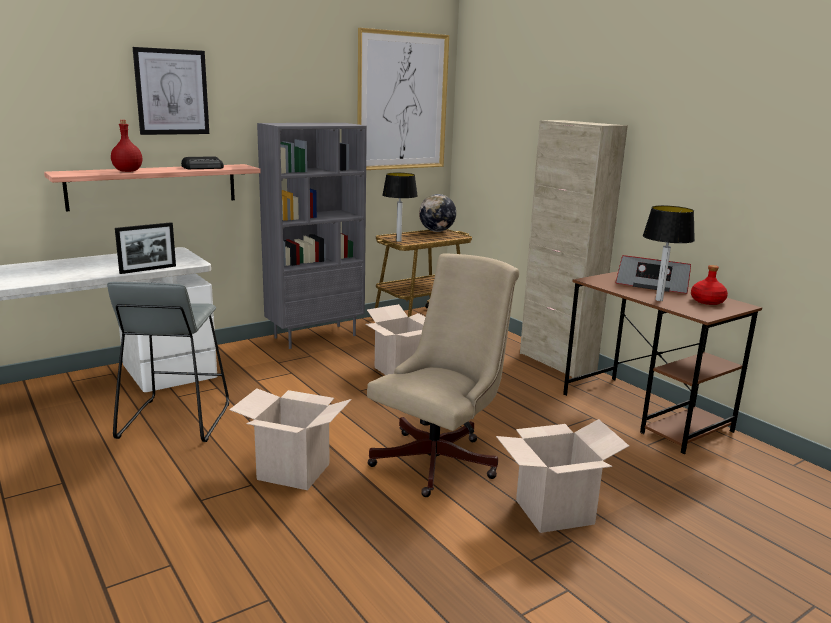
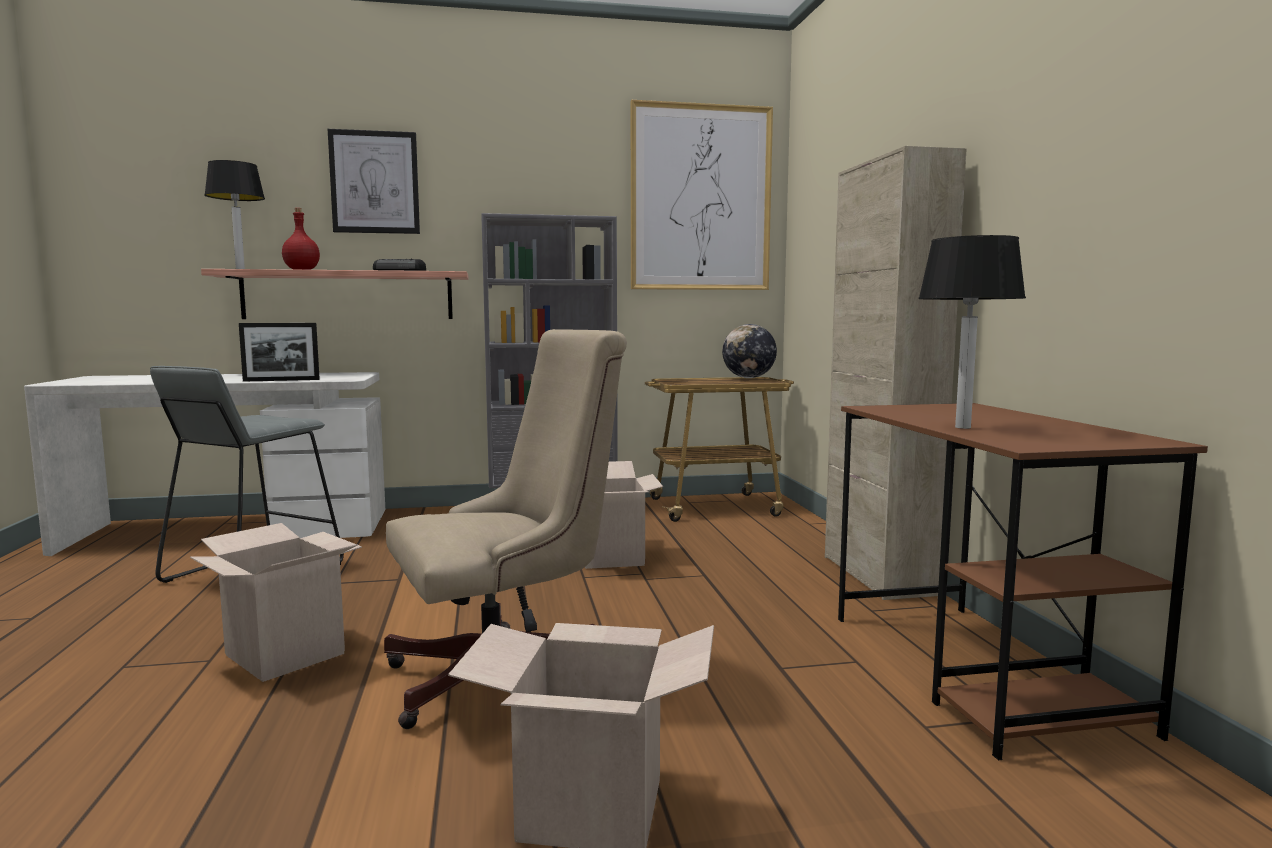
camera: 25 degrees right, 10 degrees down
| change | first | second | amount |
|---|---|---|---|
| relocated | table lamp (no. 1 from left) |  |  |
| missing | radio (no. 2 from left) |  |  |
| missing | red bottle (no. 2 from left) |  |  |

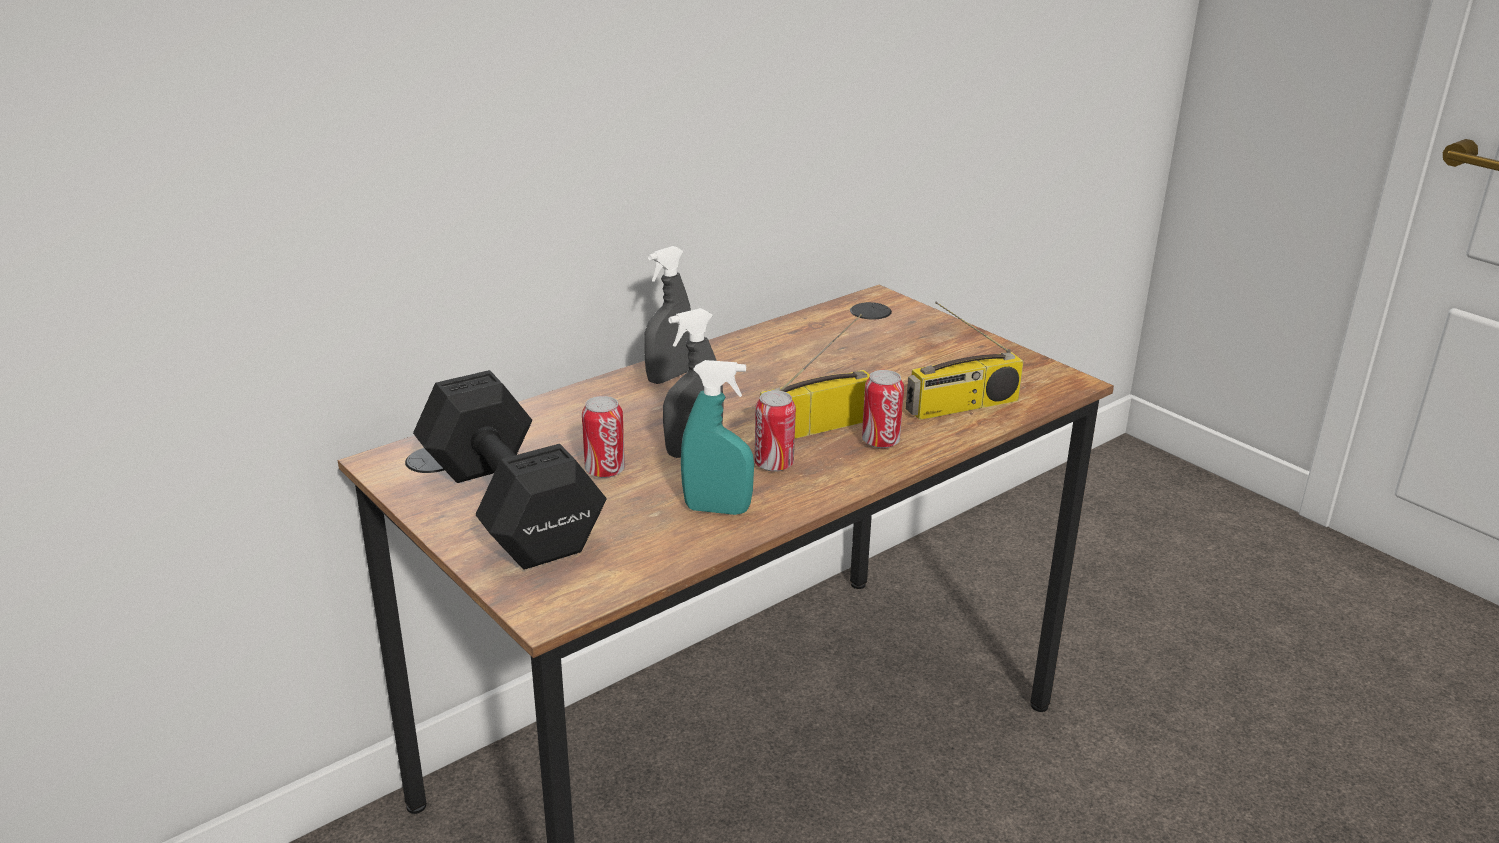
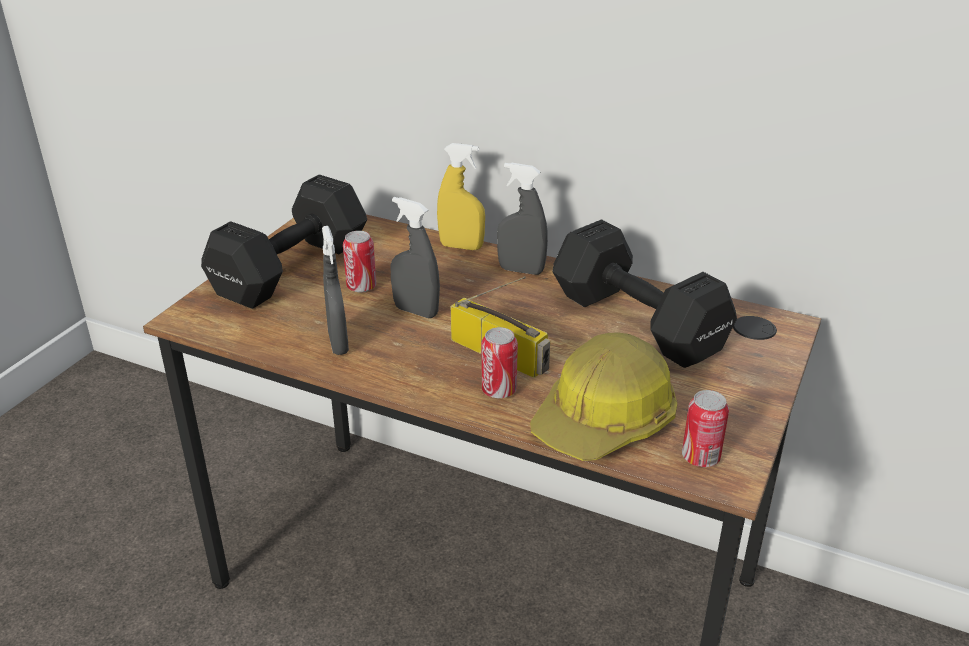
camera: 65 degrees right, 5 degrees up
| change | first | second | amount |
|---|---|---|---|
| colour | turquoise spray bottle | grey spray bottle (no. 1 from left) |  |
| appeared |  | yellow spray bottle |  |
| exchanged | radio (no. 2 from left) | hard hat |  |
| appeared |  | black dumbbell (no. 2 from left) |  |
| relocated | can (no. 2 from left in the first image) | can (no. 3 from left) |  |

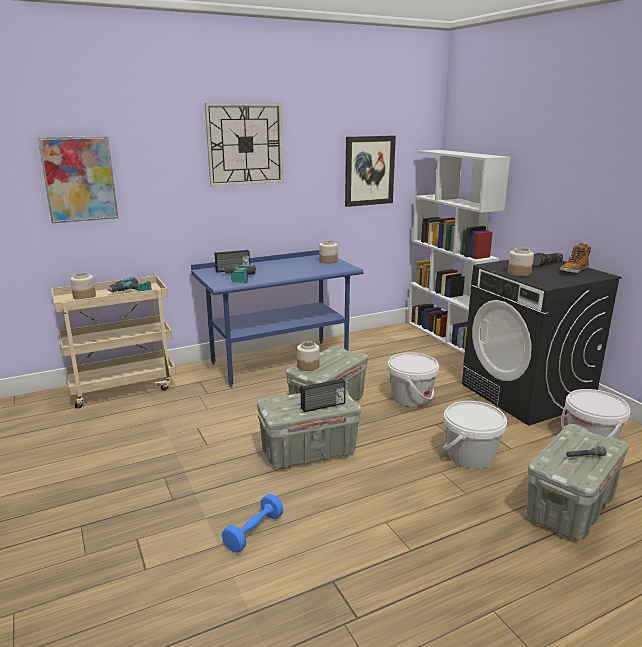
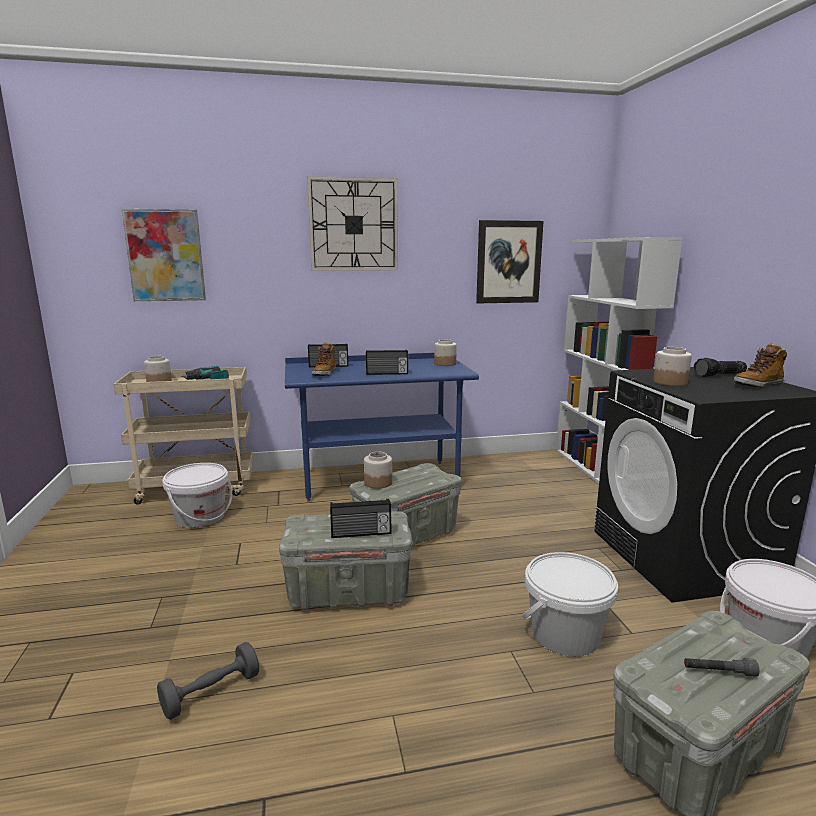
camera: 15 degrees right, 5 degrees down
| change | first | second | amount |
|---|---|---|---|
| colour | blue dumbbell | grey dumbbell |  |
| relocated | white bucket (no. 1 from left) |  |  |
| exchanged | power drill (no. 2 from left) | boot (no. 1 from left) |  |
| appeared |  | radio (no. 3 from left) |  |

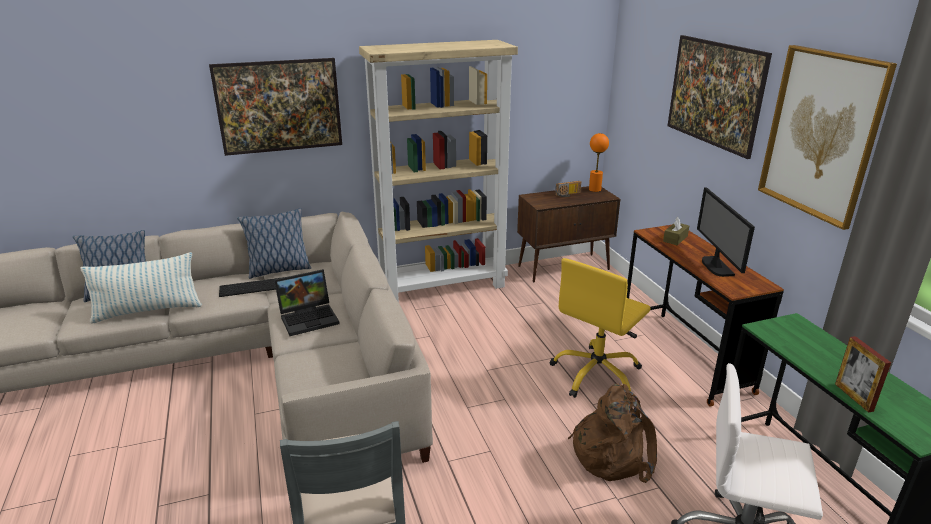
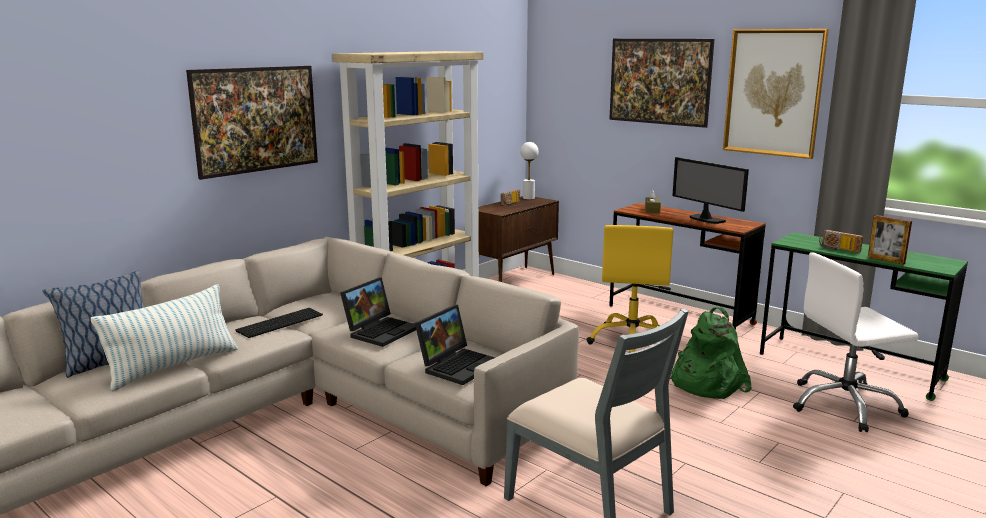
camera: 30 degrees left, 10 degrees down
| change | first | second | amount |
|---|---|---|---|
| appeared |  | laptop (no. 2 from left) |  |
| colour | orange table lamp | white table lamp |  |
| colour | brown backpack | green backpack |  |
| appeared |  | radio (no. 2 from left) |  |
| missing | pillow (no. 3 from left) |  |  |

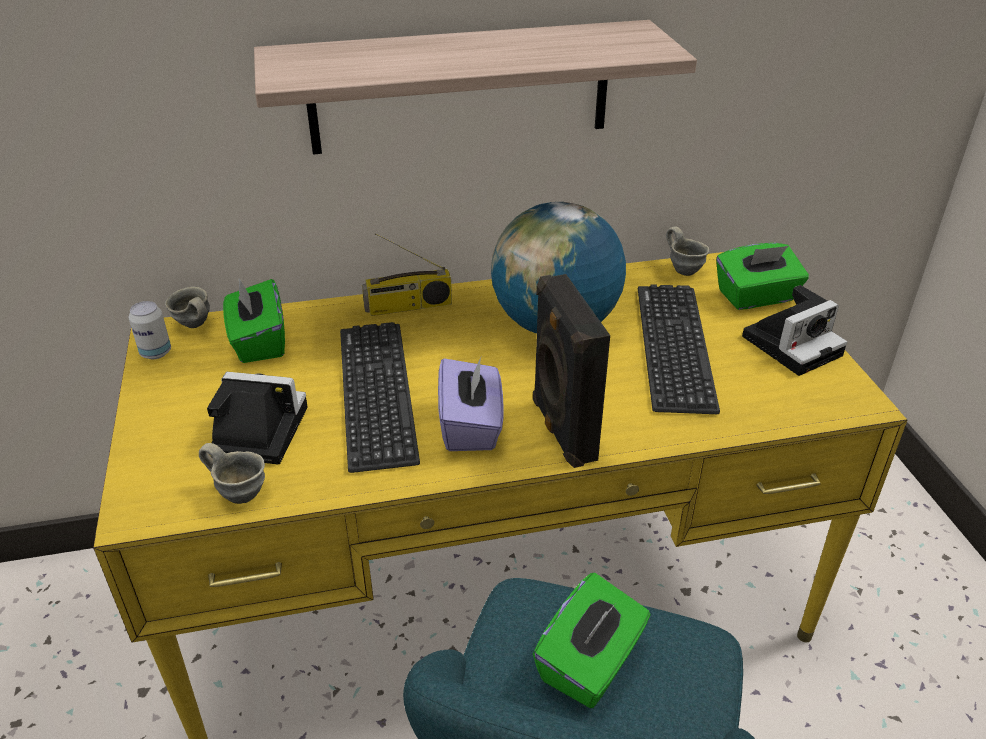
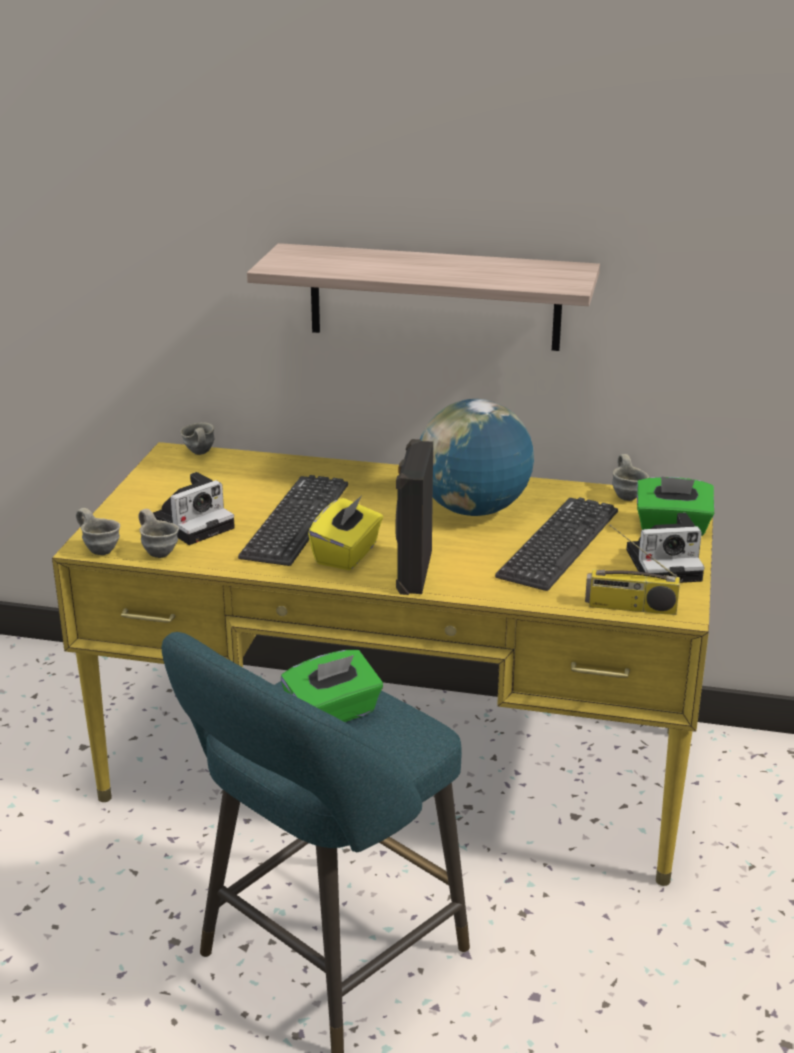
camera: 25 degrees right, 10 degrees down
| change | first | second | amount |
|---|---|---|---|
| appeared |  | grey mug (no. 1 from left) |  |
| spun | photo camera (no. 1 from left) |  | 105 degrees clockwise |
| colour | purple tissue box | yellow tissue box |  |
| relocated | radio |  |  |
| missing | can |  |  |
| missing | green tissue box (no. 1 from left) |  |  |

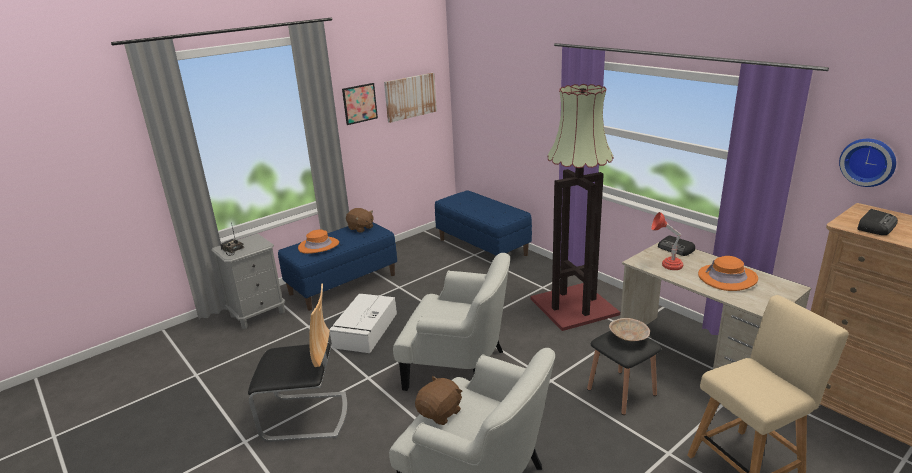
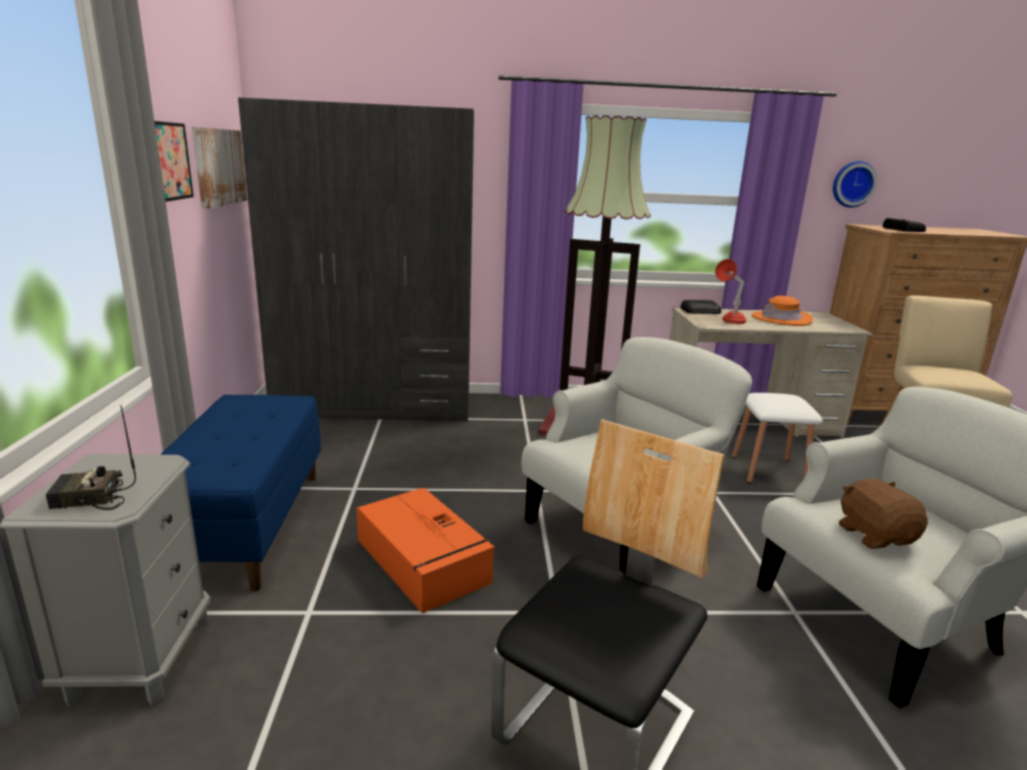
camera: 55 degrees left, 5 degrees down
| change | first | second | amount |
|---|---|---|---|
| exchanged | blue bench (no. 2 from left) | grey wardrobe |  |
| colour | white storage box | orange storage box |  |
| colour | black stool | white stool |  |
| missing | orange hat (no. 1 from left) |  |  |
| missing | brown plush toy (no. 1 from left) |  |  |
| missing | beige bowl |  |  |

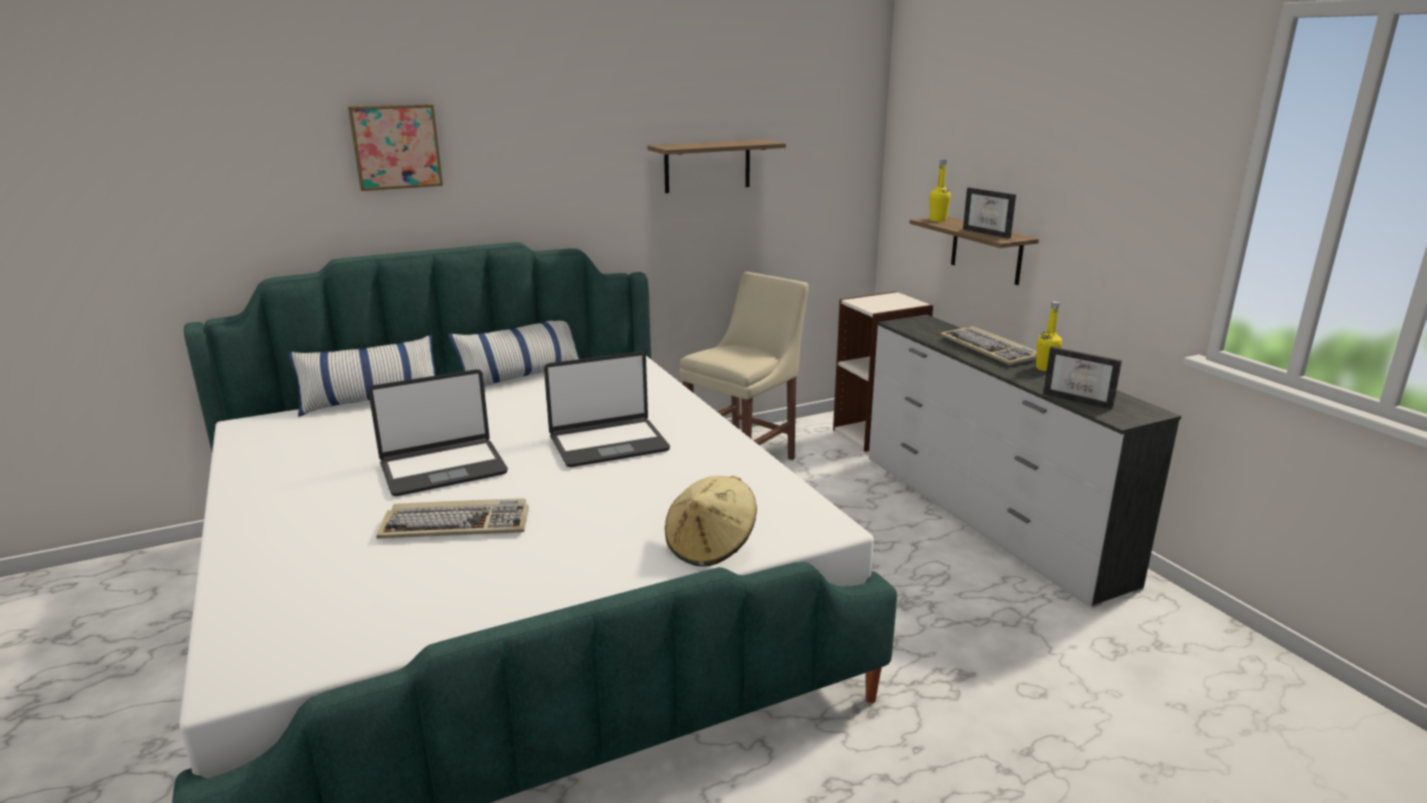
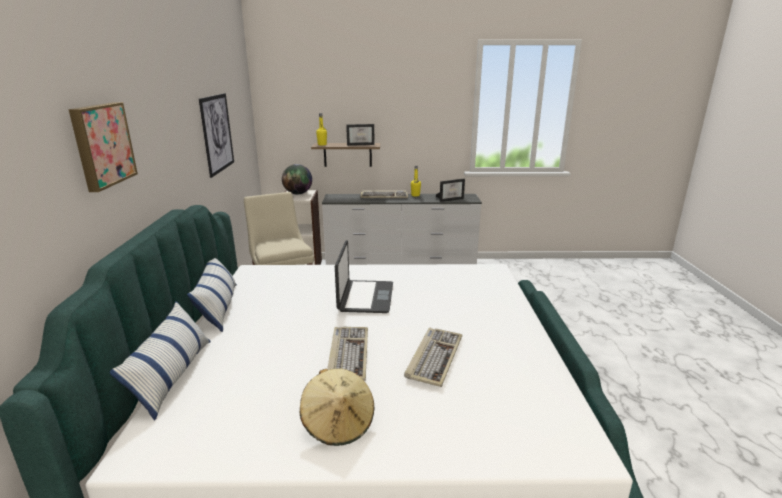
camera: 65 degrees left, 0 degrees up
| change | first | second | amount |
|---|---|---|---|
| exchanged | shelf (no. 1 from left) | picture (no. 2 from left) |  |
| appeared |  | globe |  |
| relocated | beige hat |  |  |
| exchanged | laptop (no. 1 from left) | keyboard (no. 1 from left) |  |

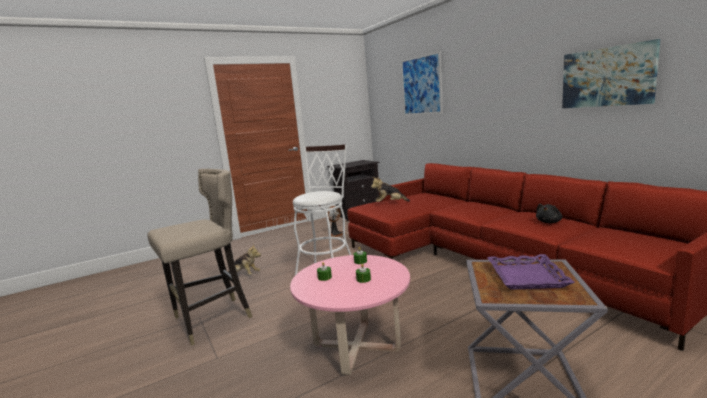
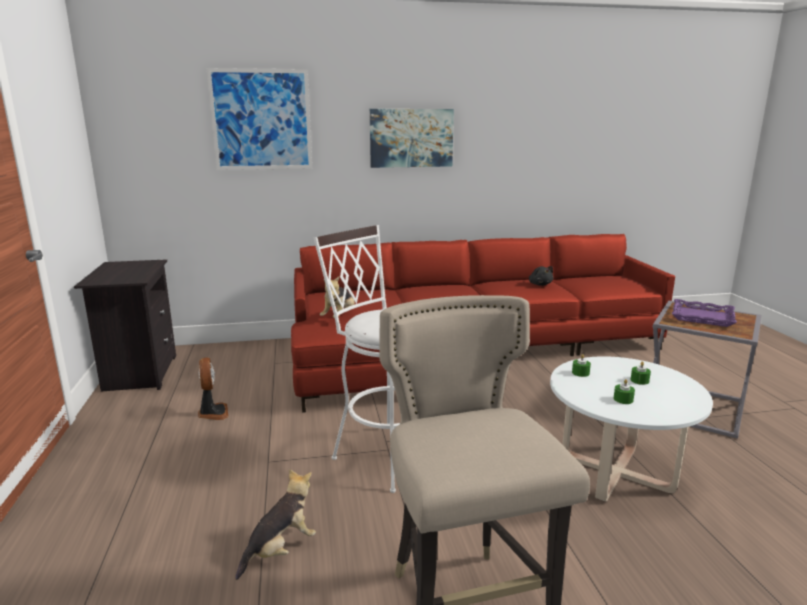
camera: 70 degrees left, 5 degrees up
| change | first | second | amount |
|---|---|---|---|
| relocated | picture (no. 2 from left) |  |  |
| colour | pink coffee table | white coffee table |  |

